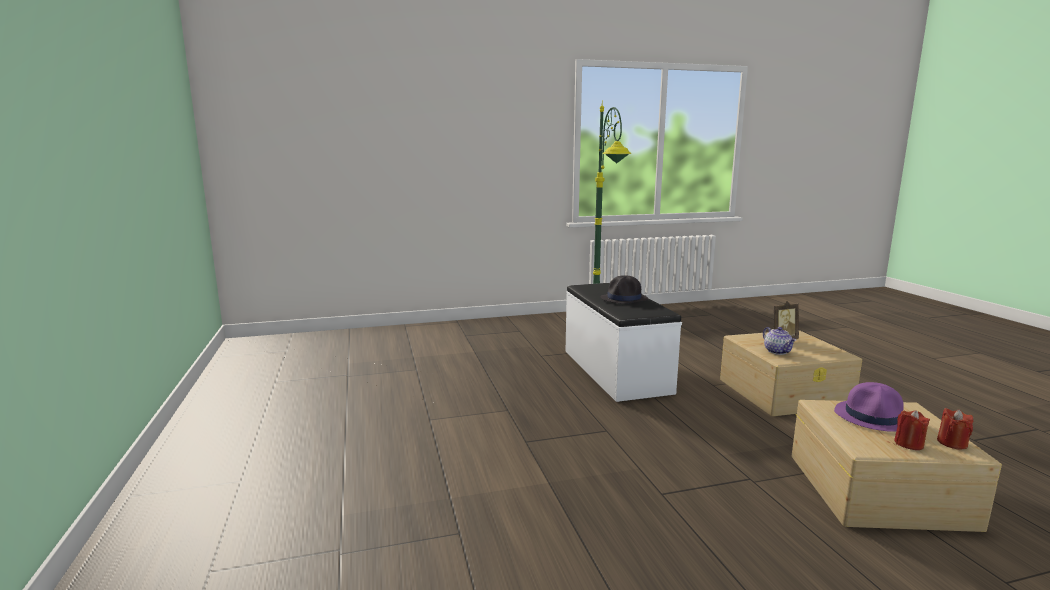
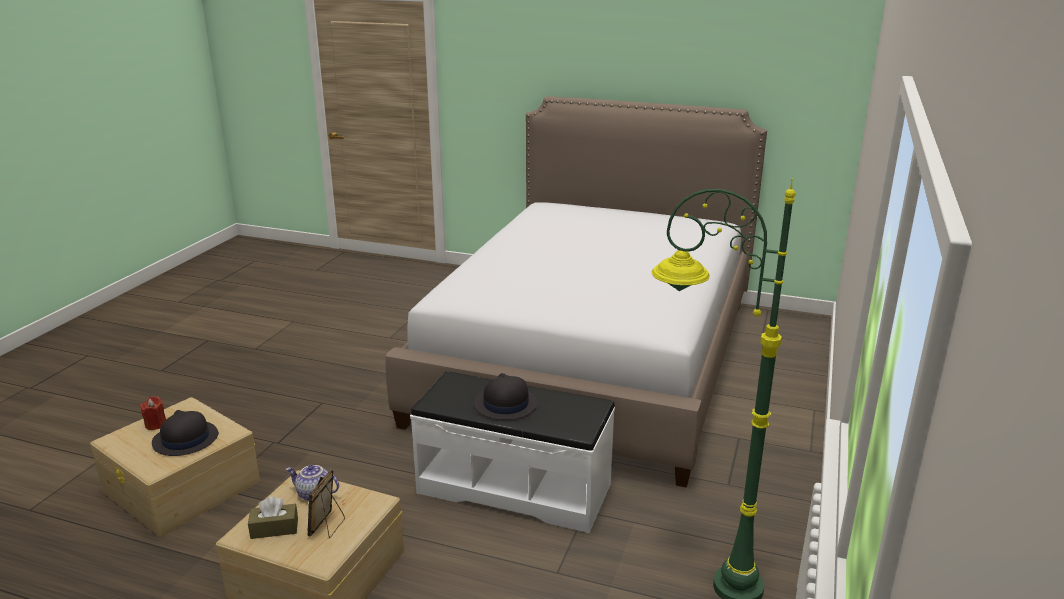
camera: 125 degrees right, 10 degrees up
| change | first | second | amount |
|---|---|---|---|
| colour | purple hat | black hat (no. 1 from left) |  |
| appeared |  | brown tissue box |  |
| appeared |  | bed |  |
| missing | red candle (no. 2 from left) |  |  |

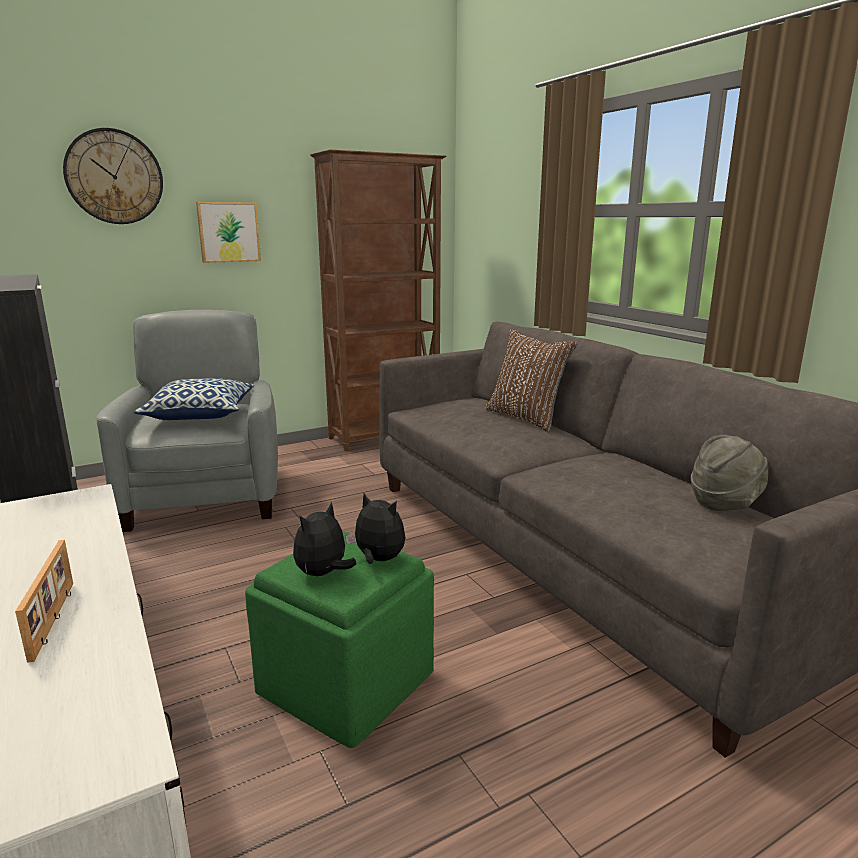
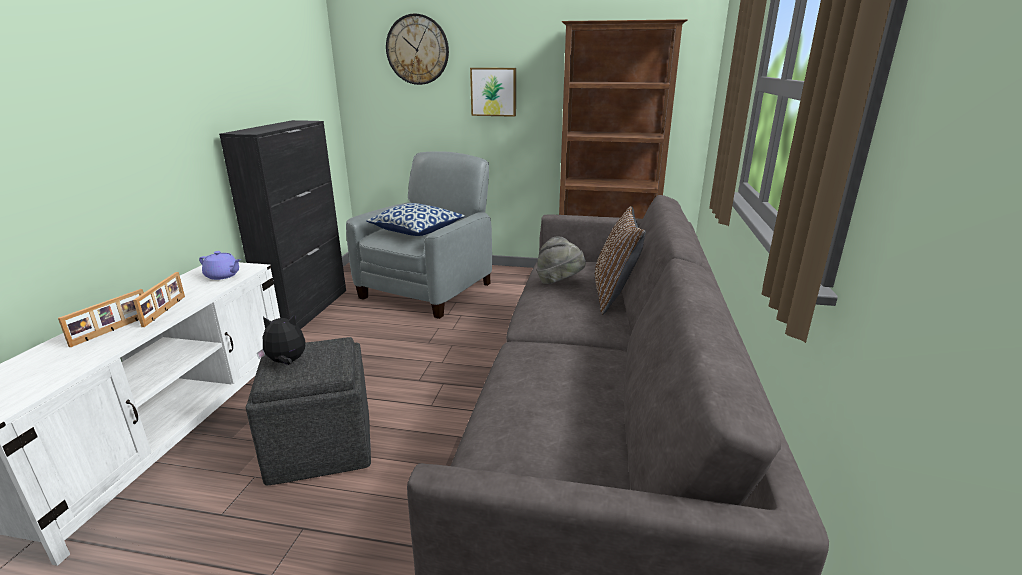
camera: 40 degrees right, 5 degrees up
| change | first | second | amount |
|---|---|---|---|
| appeared |  | picture frame (no. 2 from left) |  |
| appeared |  | purple teapot |  |
| colour | green ottoman | grey ottoman |  |
| relocated | grey hat |  |  |
| missing | plush toy (no. 2 from left) |  |  |

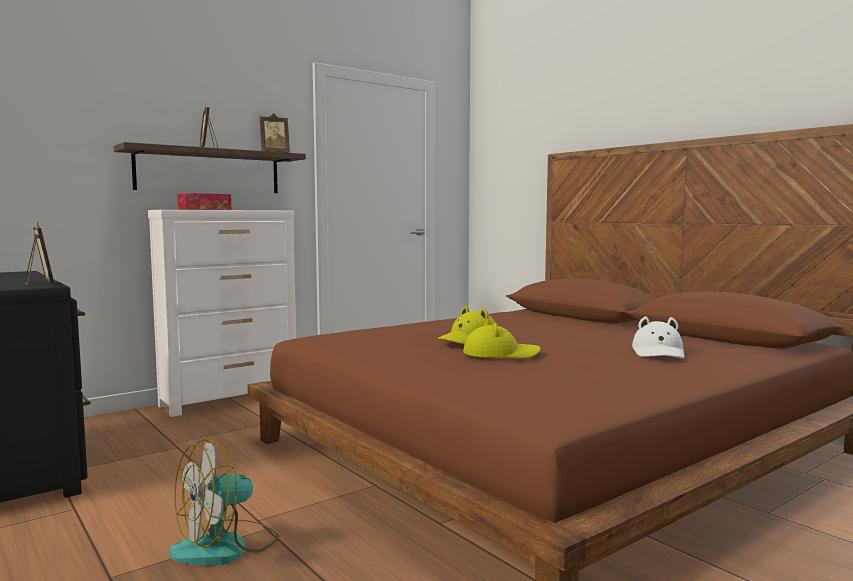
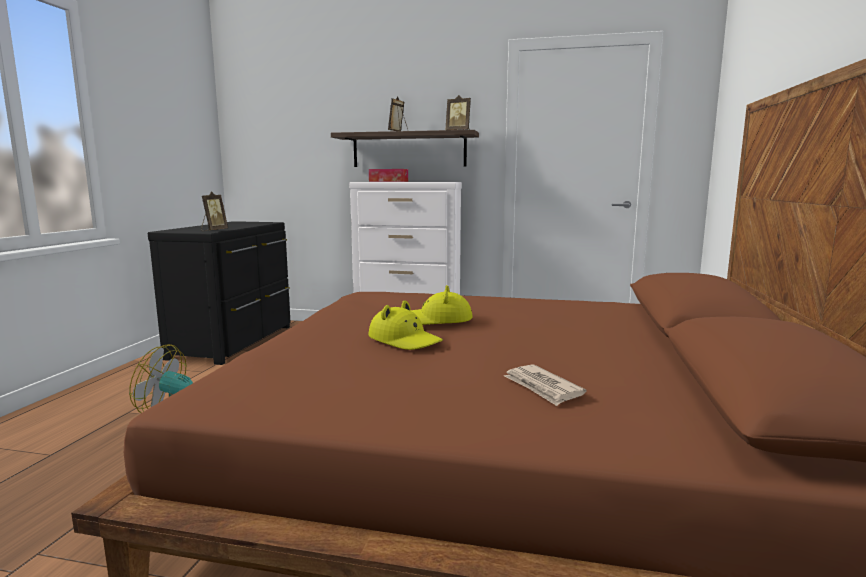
camera: 50 degrees right, 5 degrees up
| change | first | second | amount |
|---|---|---|---|
| exchanged | white hat | newspaper |  |

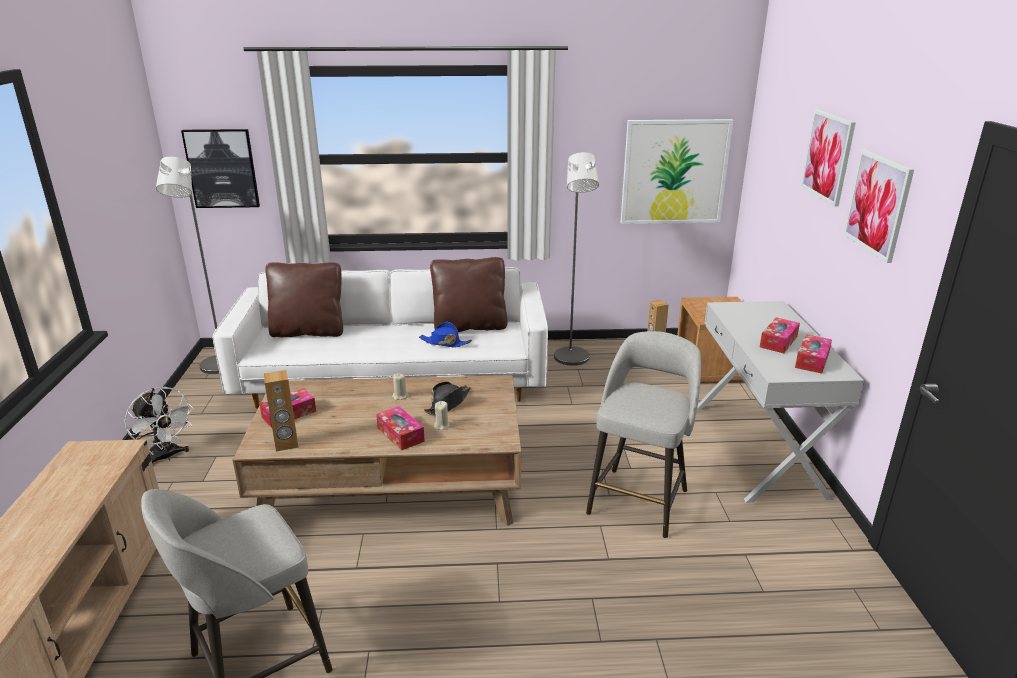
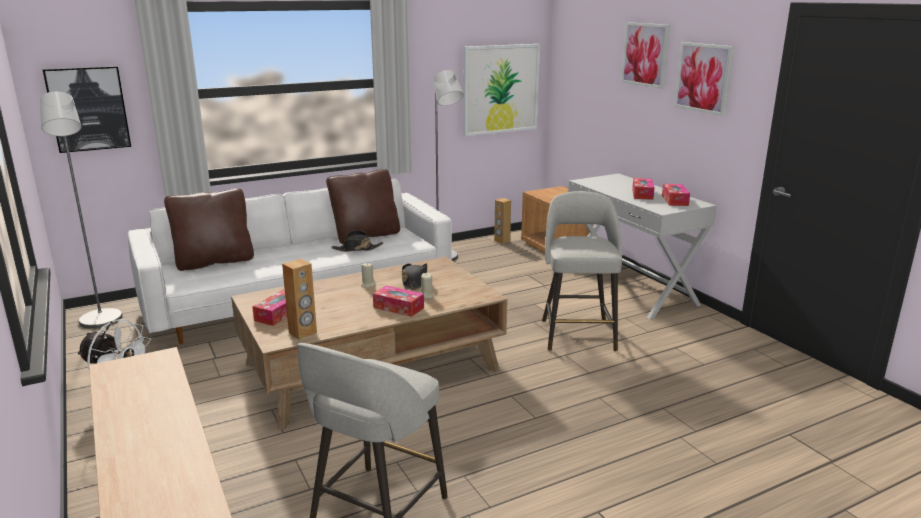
camera: 25 degrees left, 5 degrees down
| change | first | second | amount |
|---|---|---|---|
| colour | blue hat | black hat (no. 1 from left) |  |

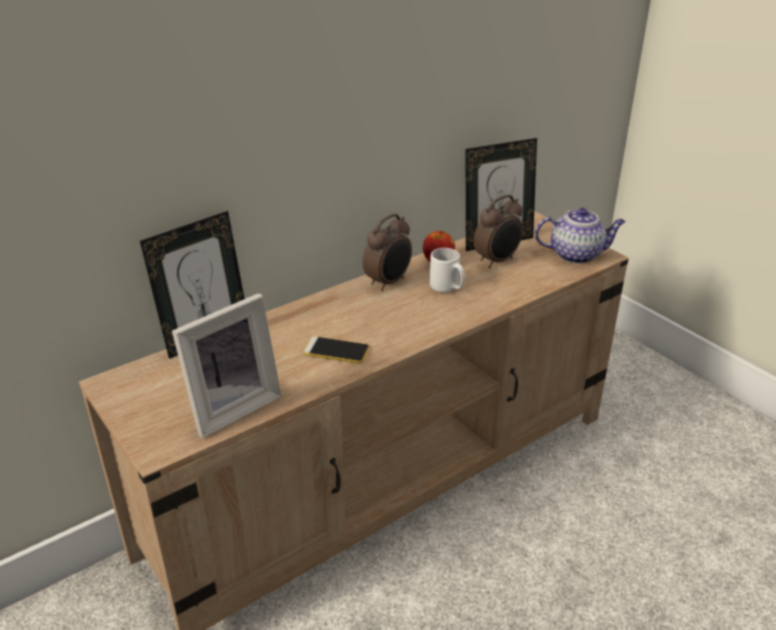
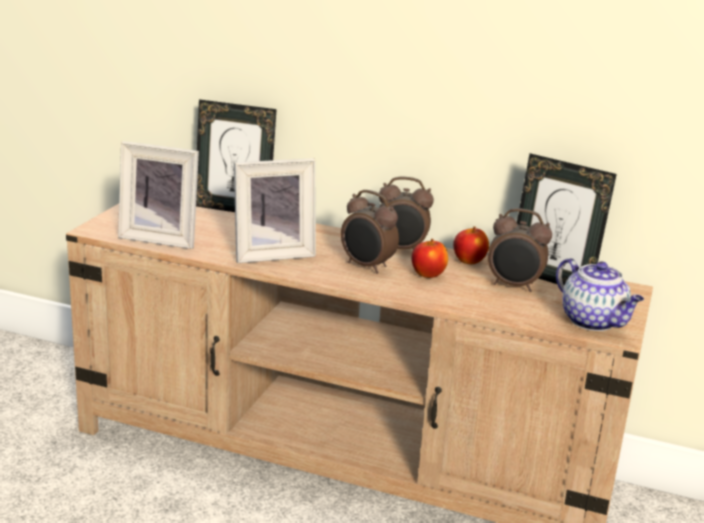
camera: 55 degrees right, 10 degrees down
| change | first | second | amount |
|---|---|---|---|
| exchanged | phone | picture frame (no. 3 from left) |  |
| appeared |  | alarm clock (no. 1 from left) |  |
| exchanged | white mug | apple (no. 1 from left) |  |

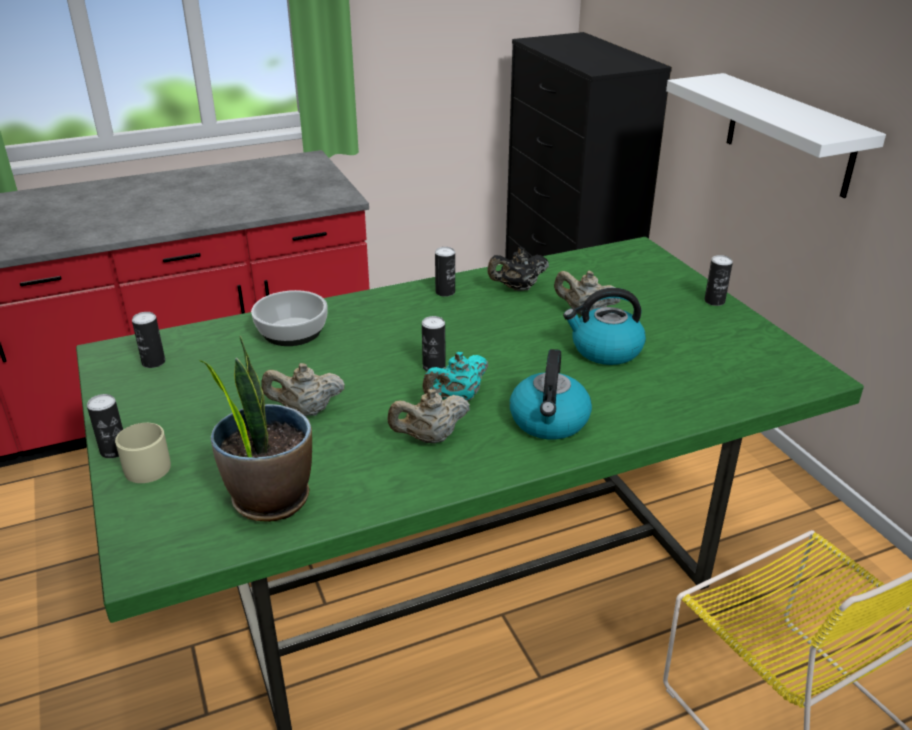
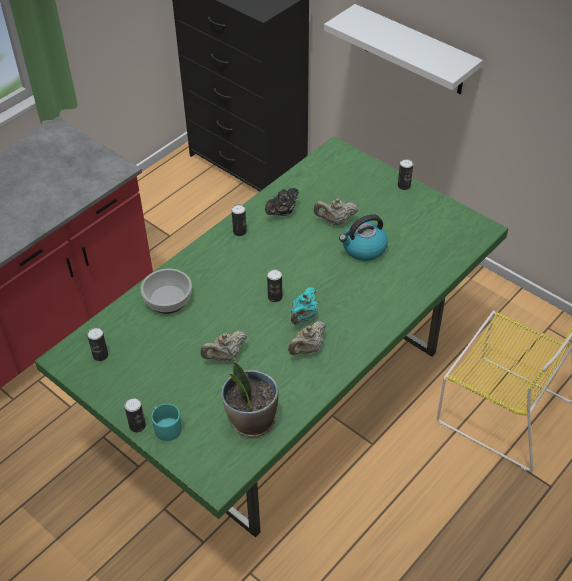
camera: 25 degrees left, 15 degrees up
| change | first | second | amount |
|---|---|---|---|
| colour | beige mug | turquoise mug |  |
| missing | kettle (no. 1 from left) |  |  |

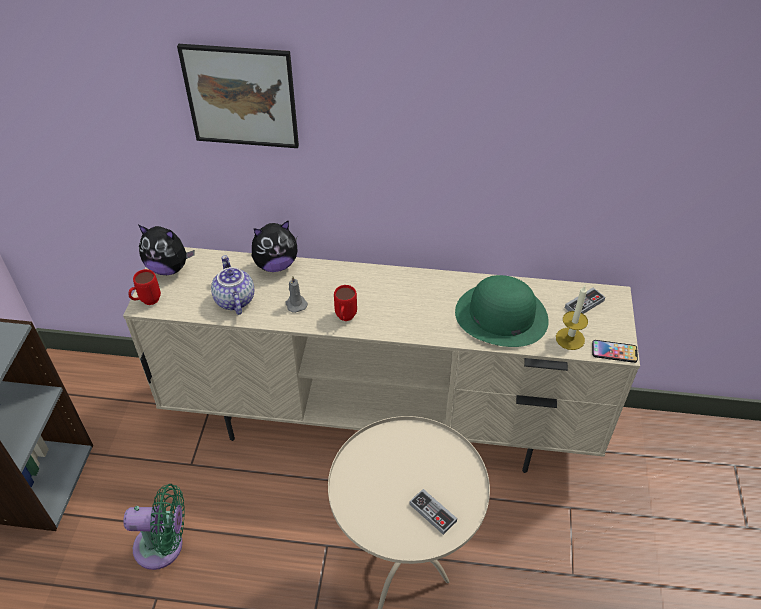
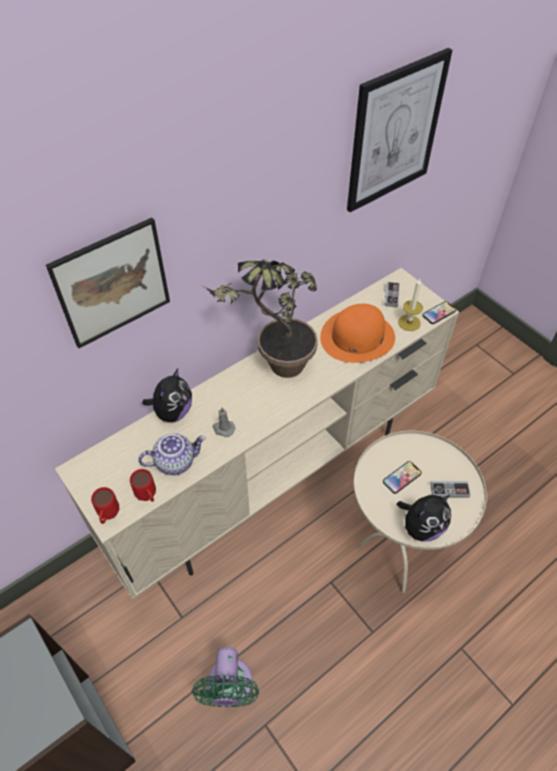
camera: 45 degrees left, 5 degrees up
| change | first | second | amount |
|---|---|---|---|
| relocated | red mug (no. 2 from left) |  |  |
| spun | teapot |  | 135 degrees clockwise |
| spun | green fan |  | 135 degrees clockwise |
| appeared |  | potted plant |  |
| colour | green hat | orange hat |  |
| appeared |  | picture (no. 2 from left) |  |
| appeared |  | phone (no. 1 from left) |  |
| relocated | plush toy (no. 1 from left in the first image) | plush toy (no. 2 from left) |  |

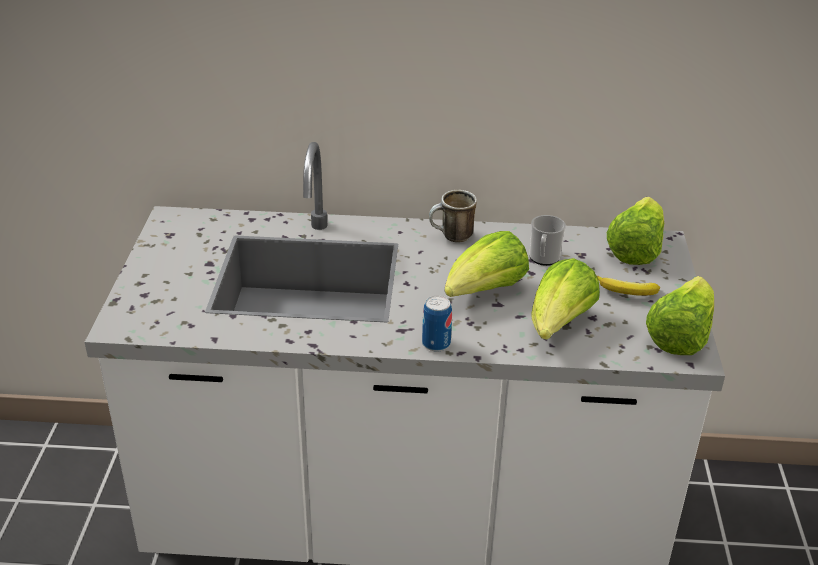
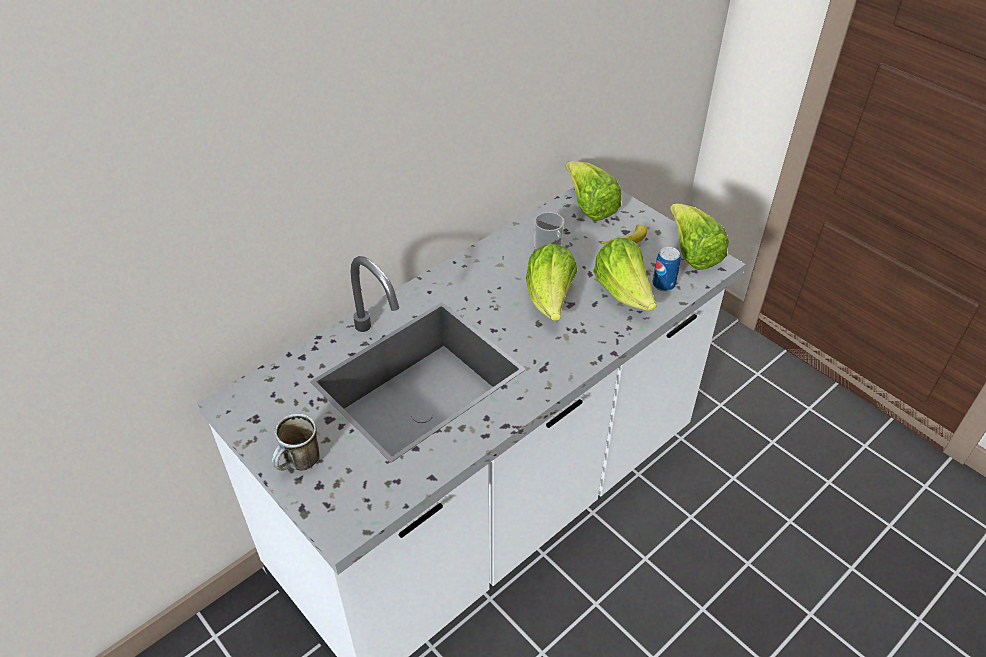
camera: 45 degrees left, 10 degrees up
| change | first | second | amount |
|---|---|---|---|
| relocated | mug (no. 1 from left) |  |  |
| relocated | can |  |  |

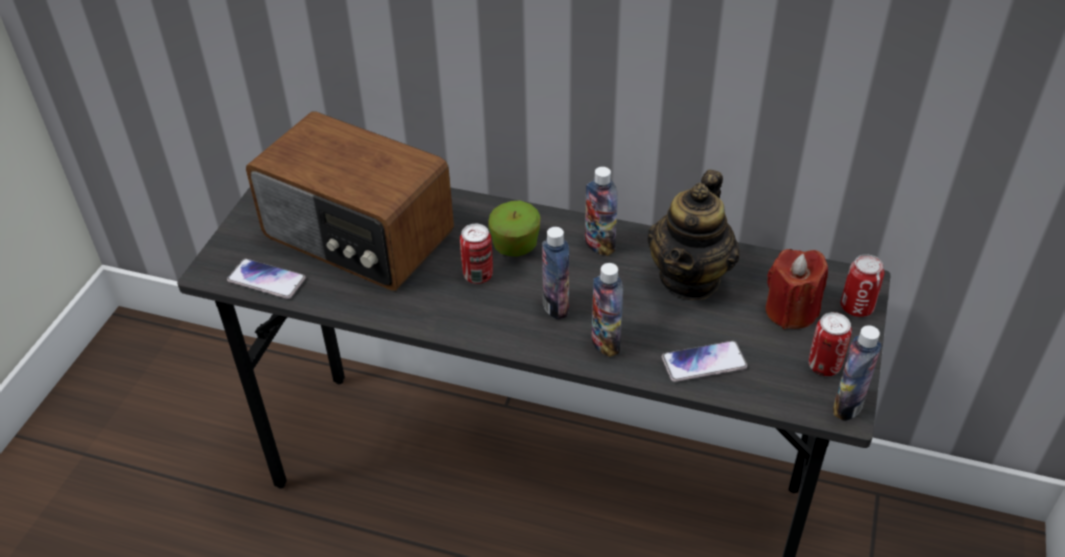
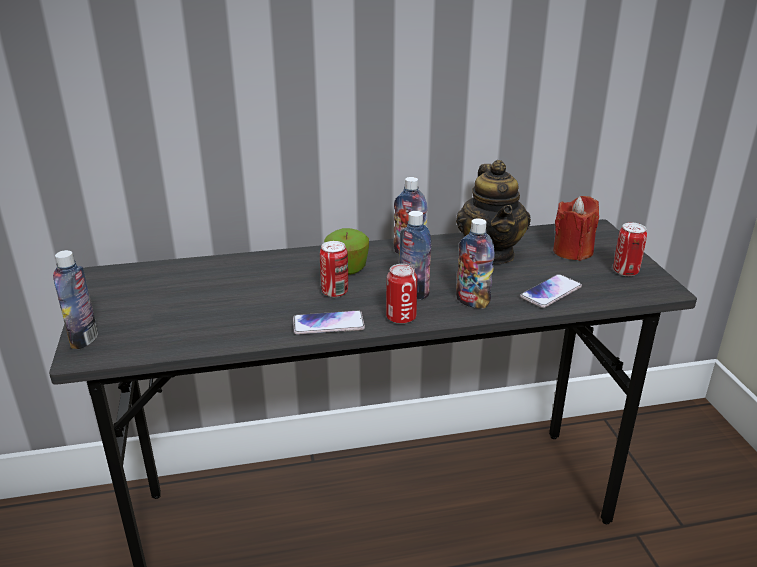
camera: 30 degrees left, 15 degrees down
| change | first | second | amount |
|---|---|---|---|
| relocated | bottle (no. 4 from left in the first image) | bottle (no. 1 from left) |  |
| relocated | phone (no. 1 from left) |  |  |
| relocated | can (no. 3 from left in the first image) | can (no. 2 from left) |  |
| missing | radio |  |  |

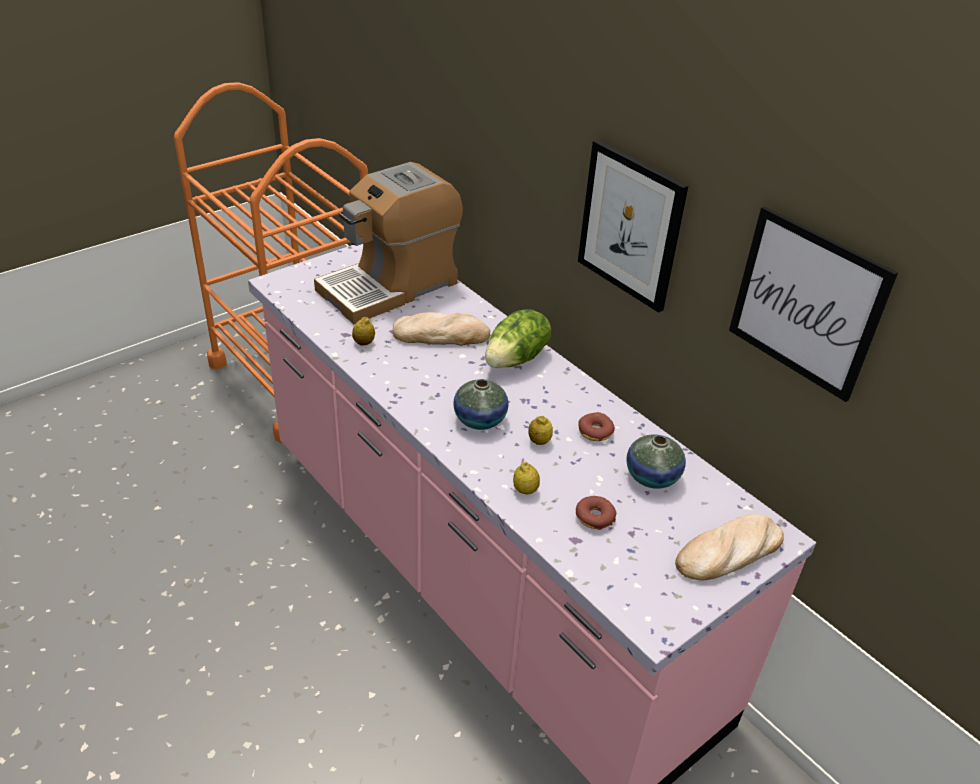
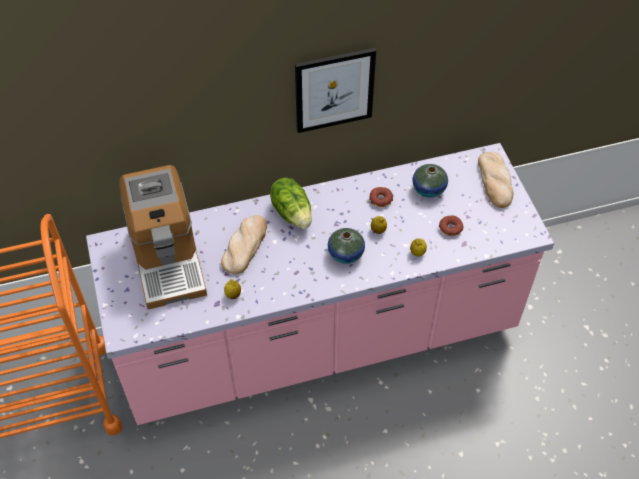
camera: 65 degrees left, 15 degrees up
| change | first | second | amount |
|---|---|---|---|
| missing | picture (no. 2 from left) |  |  |

